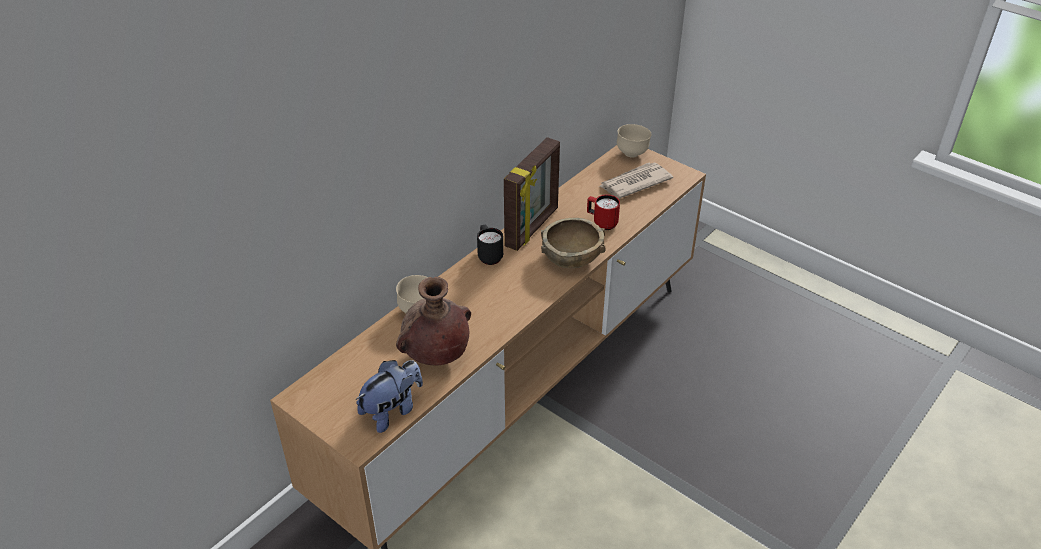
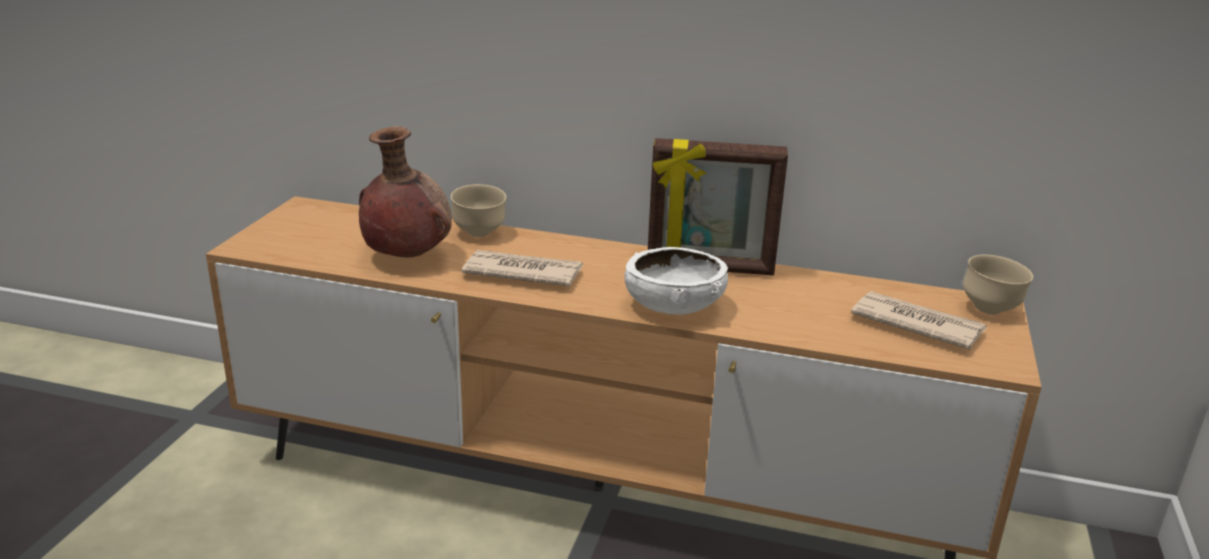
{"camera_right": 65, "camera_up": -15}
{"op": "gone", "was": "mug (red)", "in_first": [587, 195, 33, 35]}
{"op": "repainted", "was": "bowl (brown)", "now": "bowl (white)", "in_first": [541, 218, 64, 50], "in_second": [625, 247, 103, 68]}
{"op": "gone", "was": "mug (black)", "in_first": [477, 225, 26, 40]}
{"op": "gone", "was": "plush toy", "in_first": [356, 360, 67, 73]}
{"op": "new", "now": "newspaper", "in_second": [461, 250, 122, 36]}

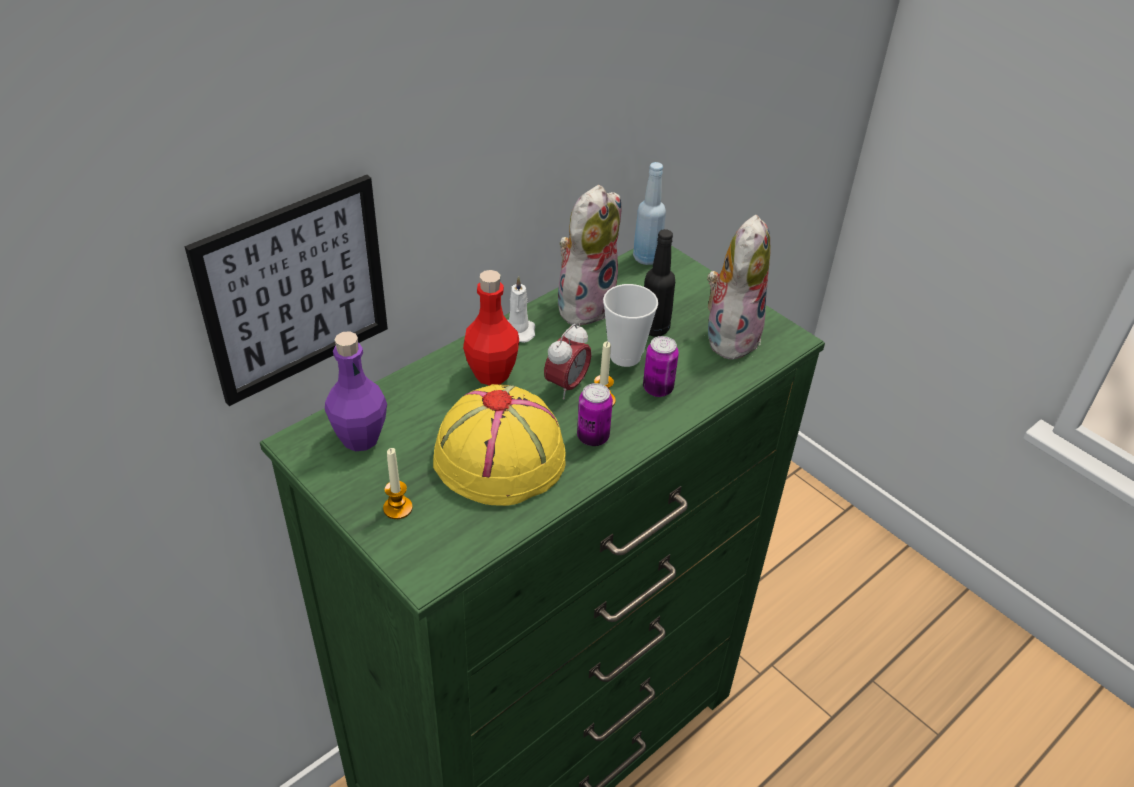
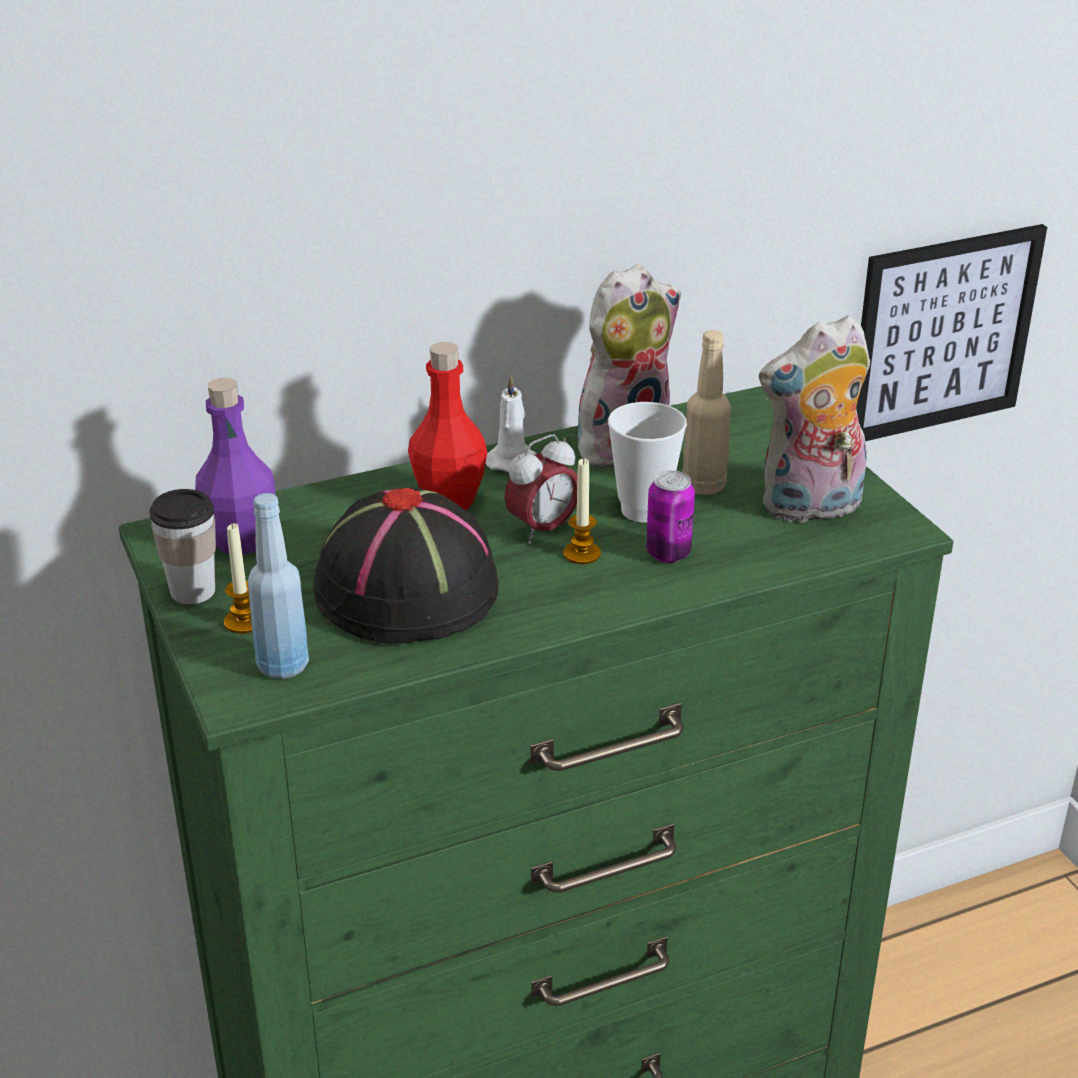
{"camera_right": 20, "camera_up": -10}
{"op": "shifted", "was": "bottle (blue)", "in_first": [633, 162, 33, 103], "in_second": [248, 493, 61, 186]}
{"op": "shifted", "was": "picture", "in_first": [184, 175, 204, 231], "in_second": [856, 224, 191, 217]}
{"op": "rotated", "was": "plush toy", "in_first": [707, 215, 63, 148], "in_second": [759, 315, 111, 209], "clockwise": -150}
{"op": "repainted", "was": "bottle (black)", "now": "bottle (beige)", "in_first": [644, 229, 31, 108], "in_second": [682, 330, 49, 165]}
{"op": "gone", "was": "can", "in_first": [577, 383, 36, 63]}
{"op": "repainted", "was": "hat (yellow)", "now": "hat (black)", "in_first": [433, 384, 133, 122], "in_second": [313, 487, 185, 157]}
{"op": "new", "now": "cup", "in_second": [149, 489, 67, 115]}

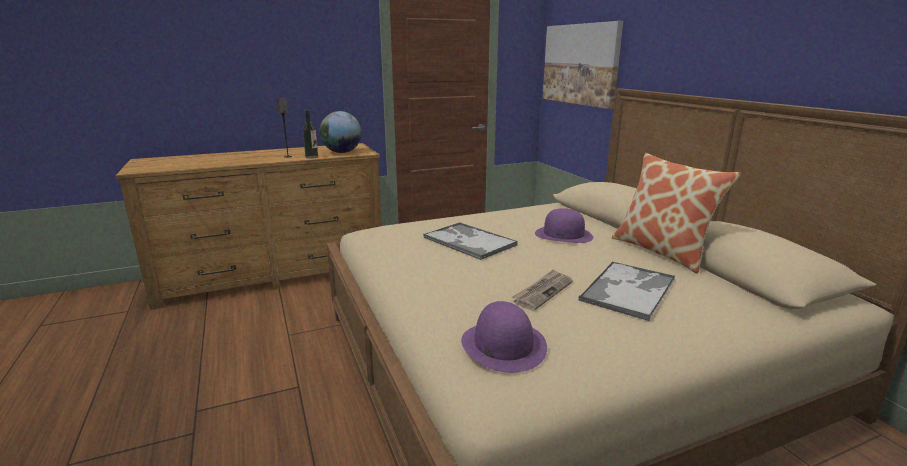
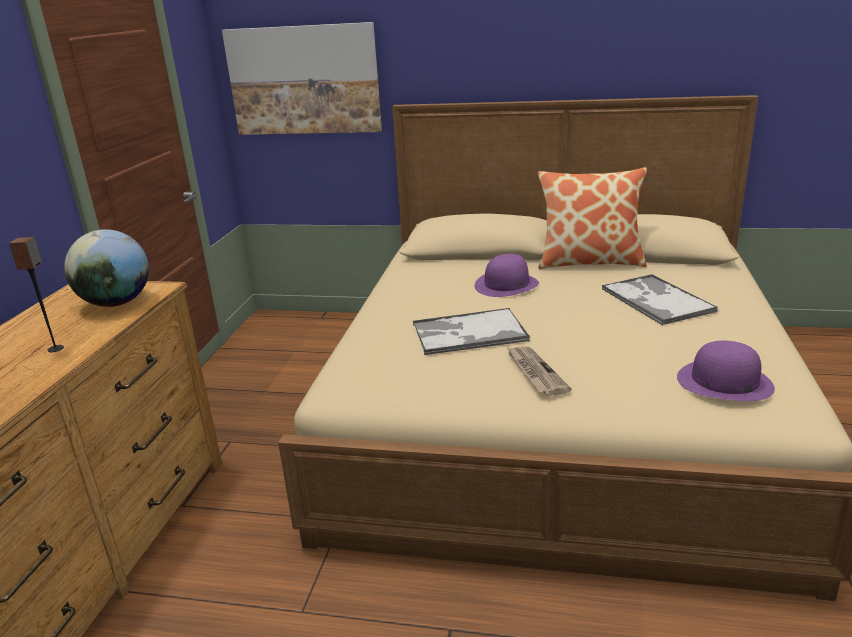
{"camera_right": -55, "camera_up": 5}
{"op": "gone", "was": "bottle", "in_first": [303, 110, 15, 49]}
{"op": "shifted", "was": "newspaper", "in_first": [511, 269, 62, 41], "in_second": [506, 346, 66, 50]}

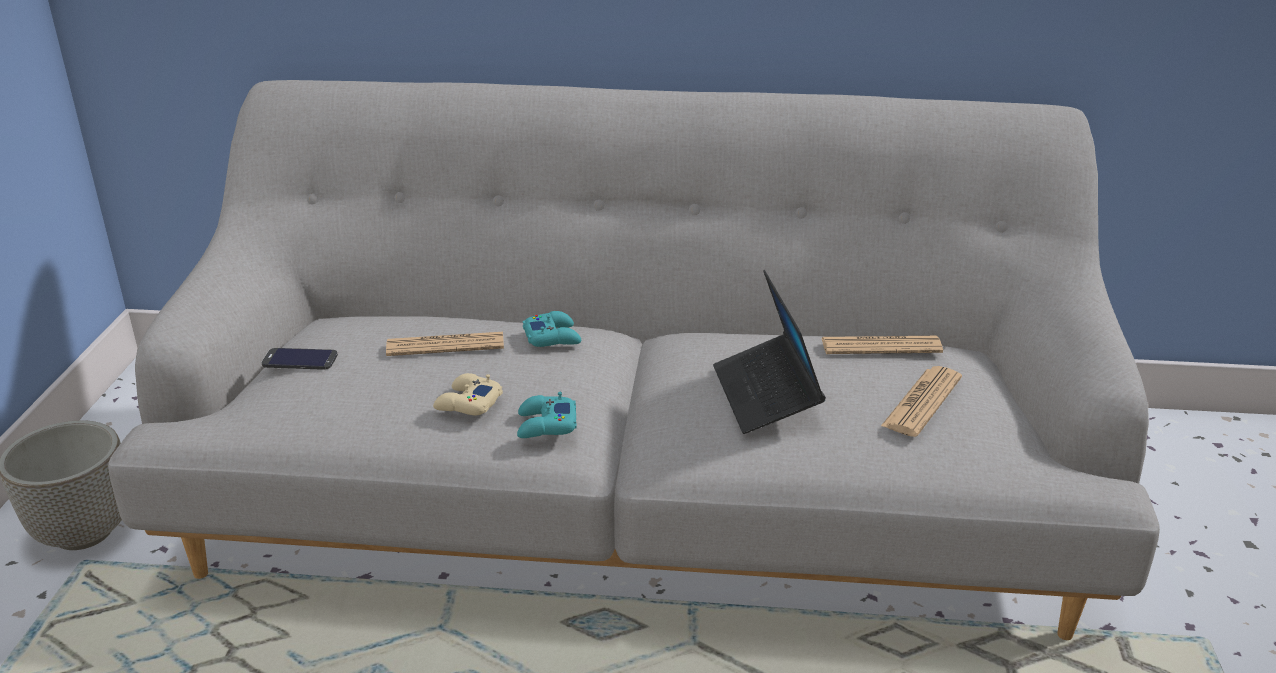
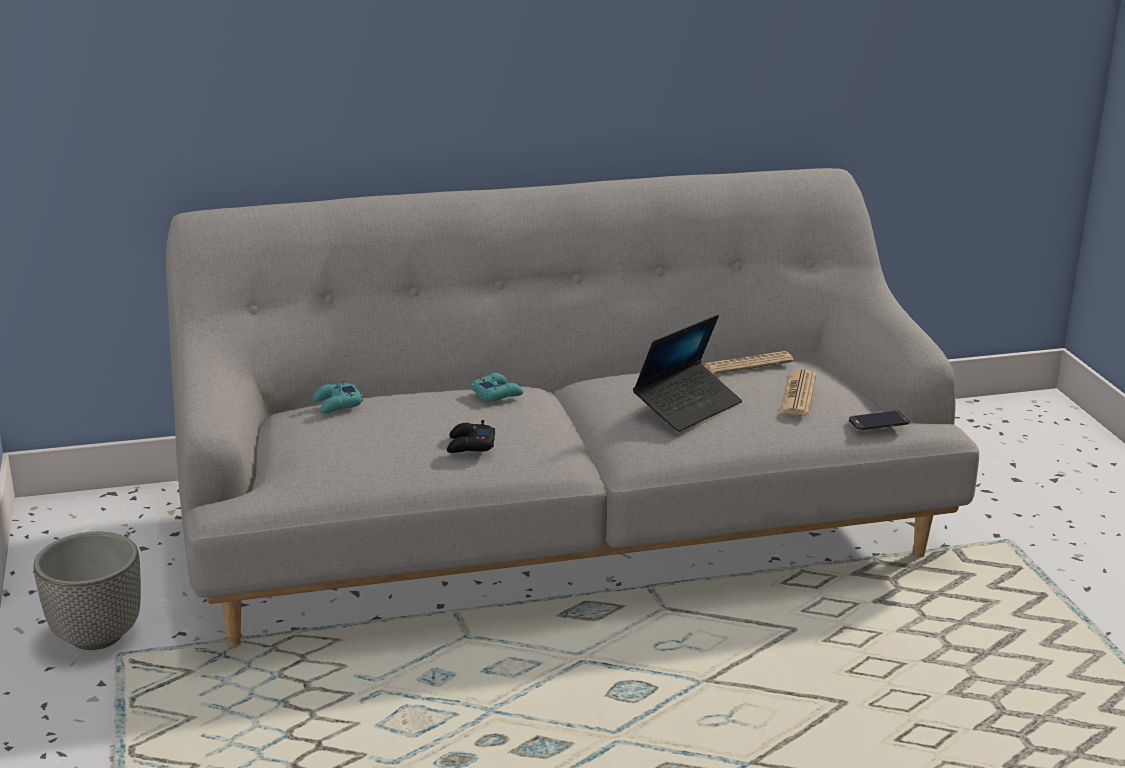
{"camera_right": -20, "camera_up": -5}
{"op": "rotated", "was": "laptop", "in_first": [713, 270, 113, 164], "in_second": [633, 315, 109, 117], "clockwise": -105}
{"op": "gone", "was": "newspaper", "in_first": [386, 332, 118, 24]}
{"op": "shifted", "was": "phone", "in_first": [261, 348, 77, 22], "in_second": [849, 411, 61, 19]}
{"op": "repainted", "was": "game controller (beige)", "now": "game controller (black)", "in_first": [433, 373, 70, 42], "in_second": [447, 420, 48, 33]}
{"op": "shifted", "was": "game controller (turquoise)", "in_first": [517, 392, 60, 46], "in_second": [312, 379, 51, 35]}

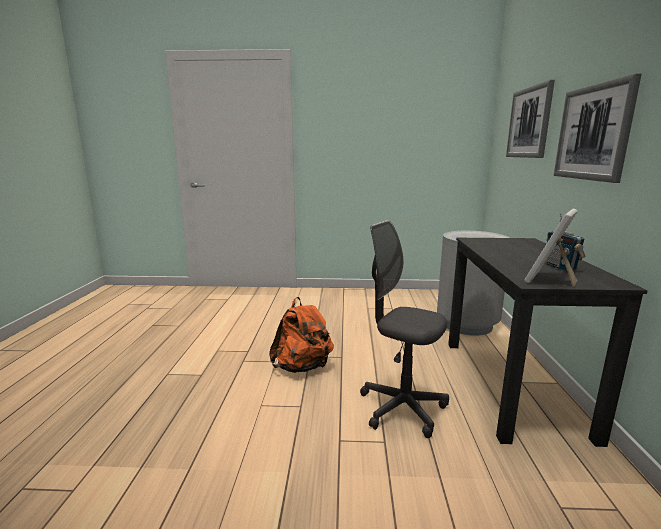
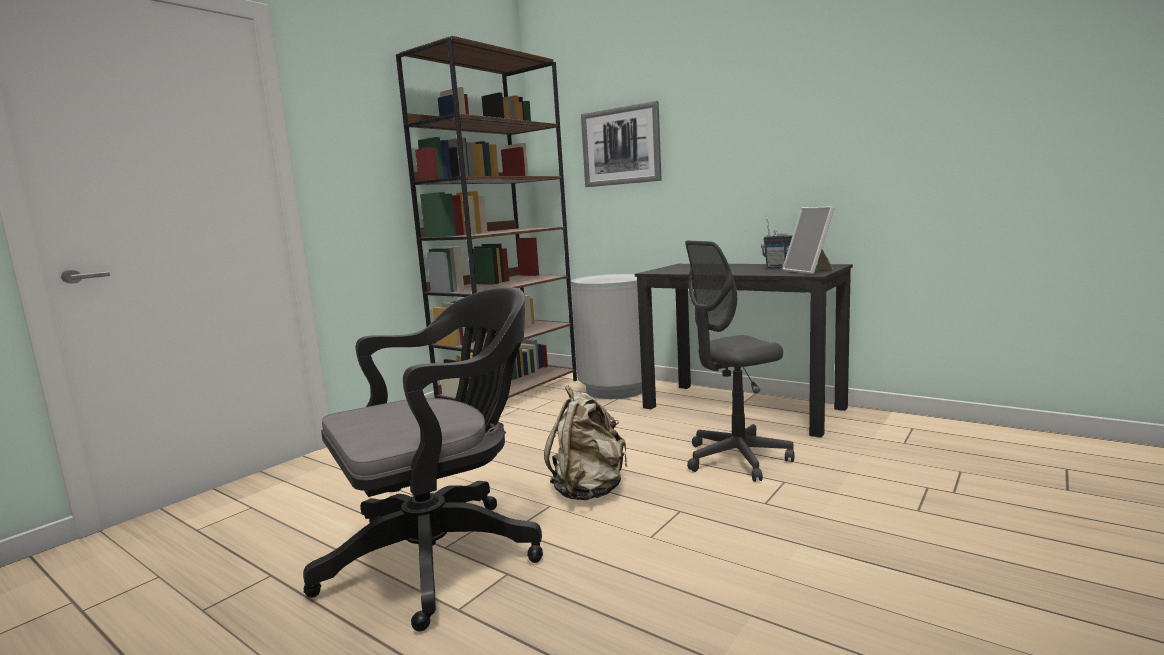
{"camera_right": -55, "camera_up": -5}
{"op": "gone", "was": "picture", "in_first": [554, 74, 88, 109]}
{"op": "repainted", "was": "backpack (orange)", "now": "backpack (beige)", "in_first": [269, 297, 65, 76], "in_second": [544, 385, 83, 115]}
{"op": "new", "now": "bookcase (brown)", "in_second": [396, 36, 181, 364]}
{"op": "new", "now": "office chair (black)", "in_second": [303, 287, 240, 345]}

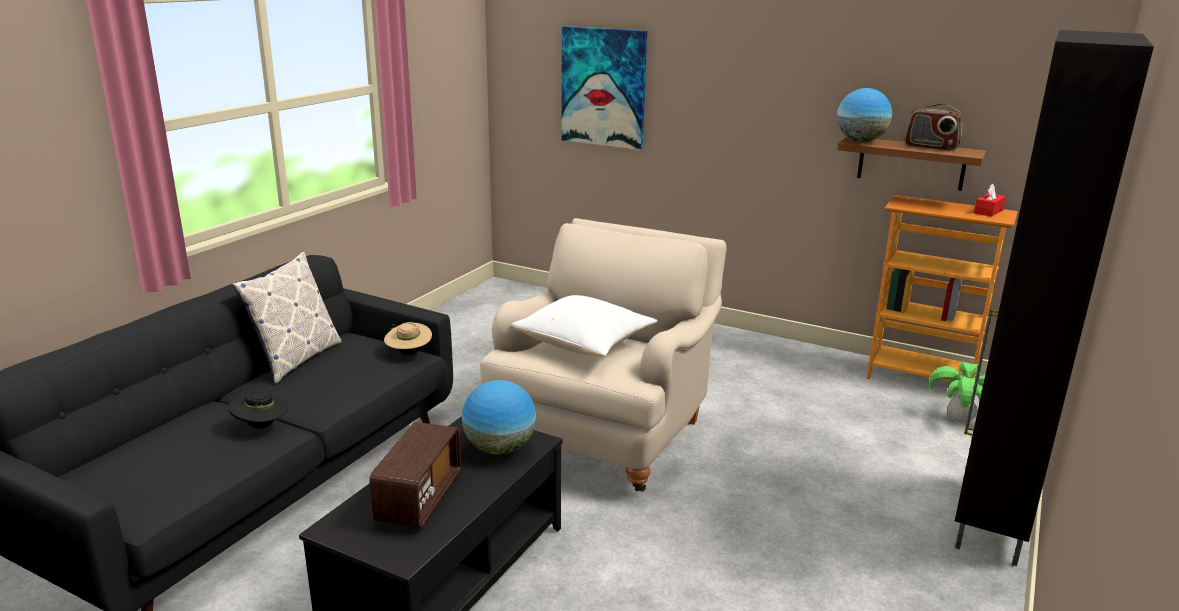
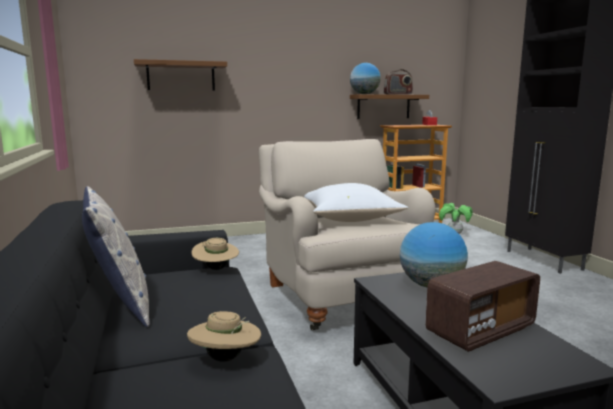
{"camera_right": -45, "camera_up": -10}
{"op": "swapped", "was": "picture", "now": "shelf (brown)", "in_first": [561, 26, 86, 124], "in_second": [134, 59, 93, 31]}
{"op": "repainted", "was": "hat (black)", "now": "hat (beige)", "in_first": [228, 390, 61, 39], "in_second": [187, 311, 74, 51]}
{"op": "rotated", "was": "radio", "in_first": [369, 422, 92, 106], "in_second": [425, 261, 115, 91], "clockwise": 90}

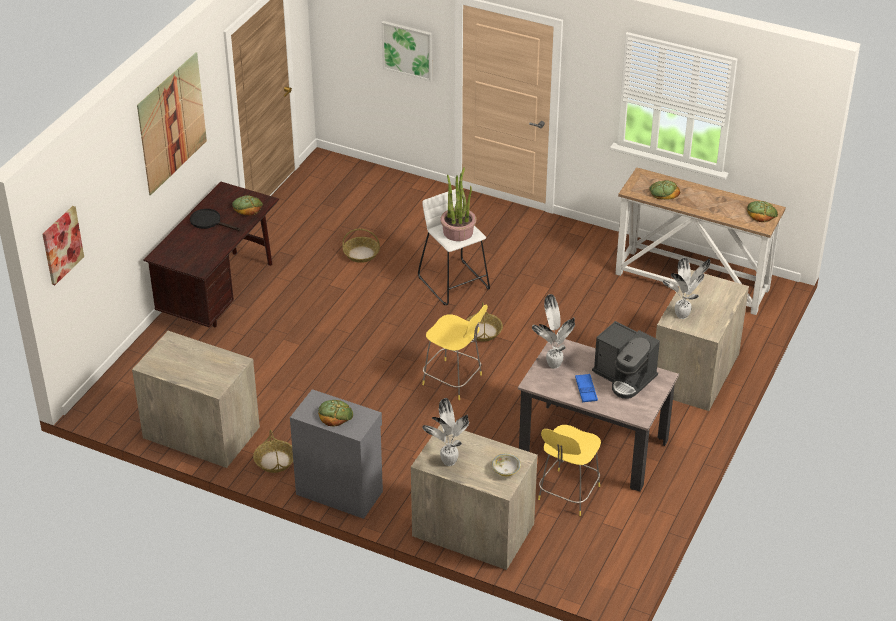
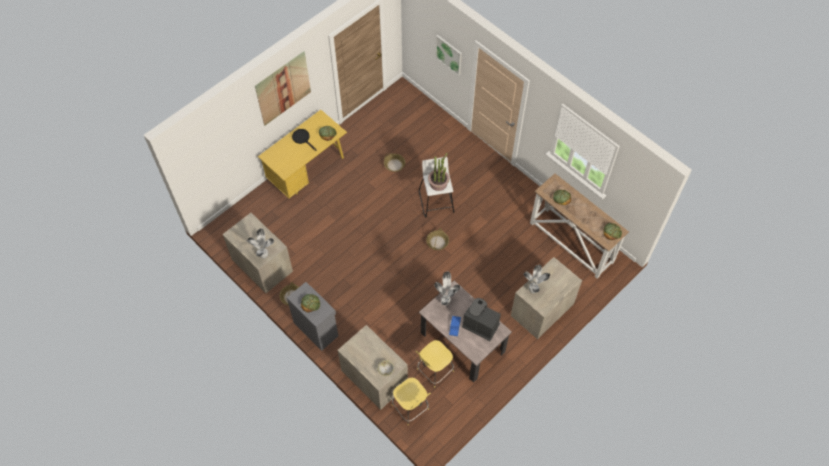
{"camera_right": 20, "camera_up": 20}
{"op": "repainted", "was": "desk (brown)", "now": "desk (yellow)", "in_first": [143, 182, 136, 146], "in_second": [258, 110, 89, 88]}
{"op": "gone", "was": "picture", "in_first": [42, 206, 42, 79]}
{"op": "shifted", "was": "stool (yellow)", "in_first": [422, 305, 66, 95], "in_second": [392, 377, 39, 48]}
{"op": "rotated", "was": "coffee machine", "in_first": [592, 321, 68, 78], "in_second": [462, 298, 39, 43], "clockwise": 150}
{"op": "shifted", "was": "potted plant", "in_first": [422, 398, 47, 68], "in_second": [246, 229, 28, 30]}

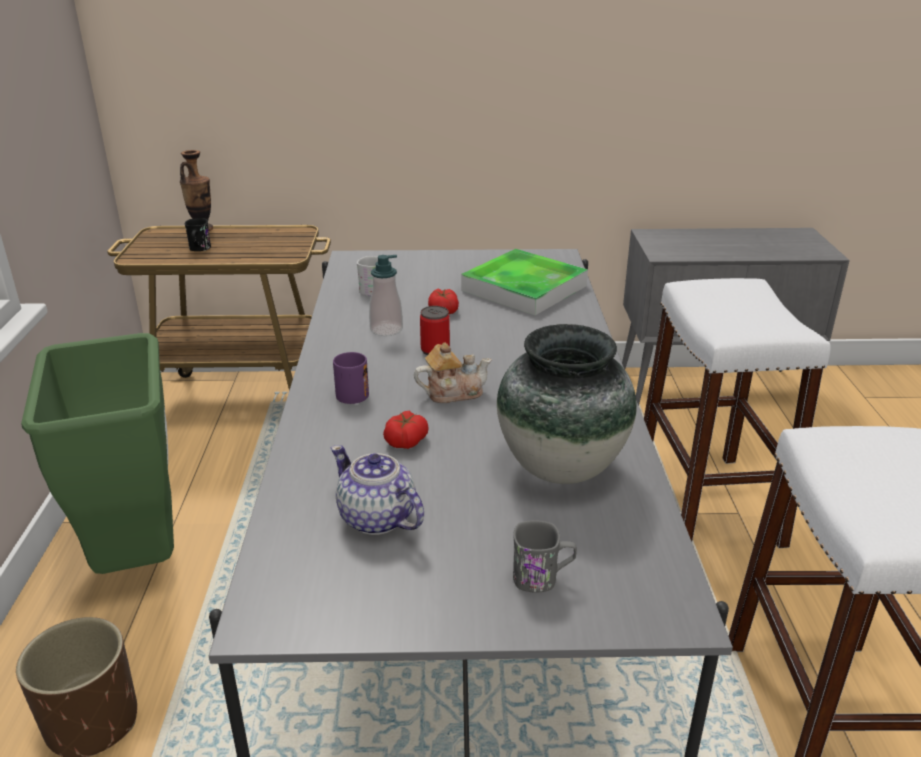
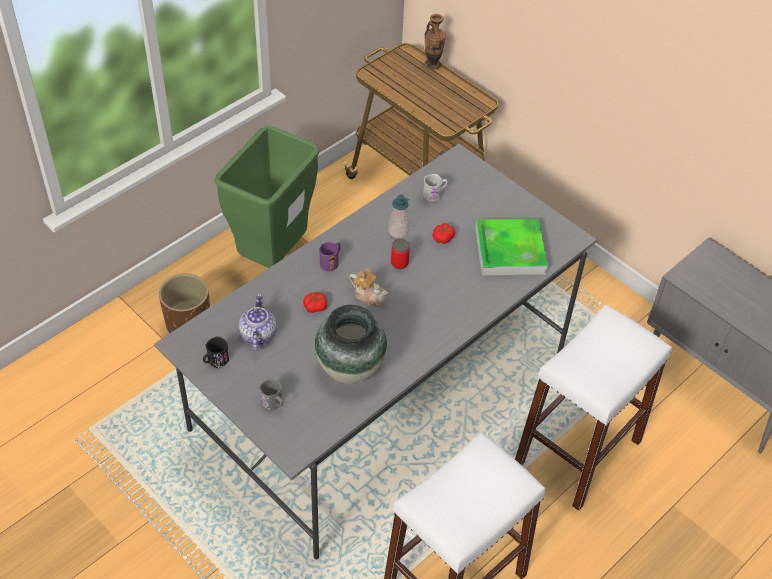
{"camera_right": 45, "camera_up": 20}
{"op": "shifted", "was": "mug (black)", "in_first": [185, 218, 26, 33], "in_second": [203, 336, 26, 32]}

